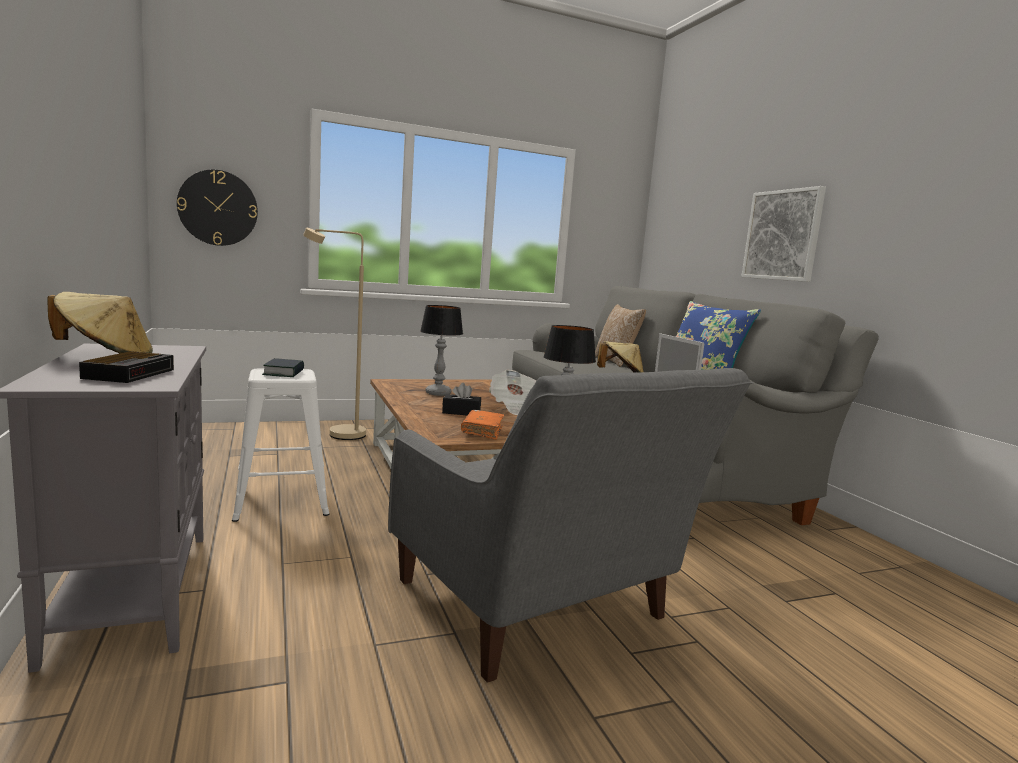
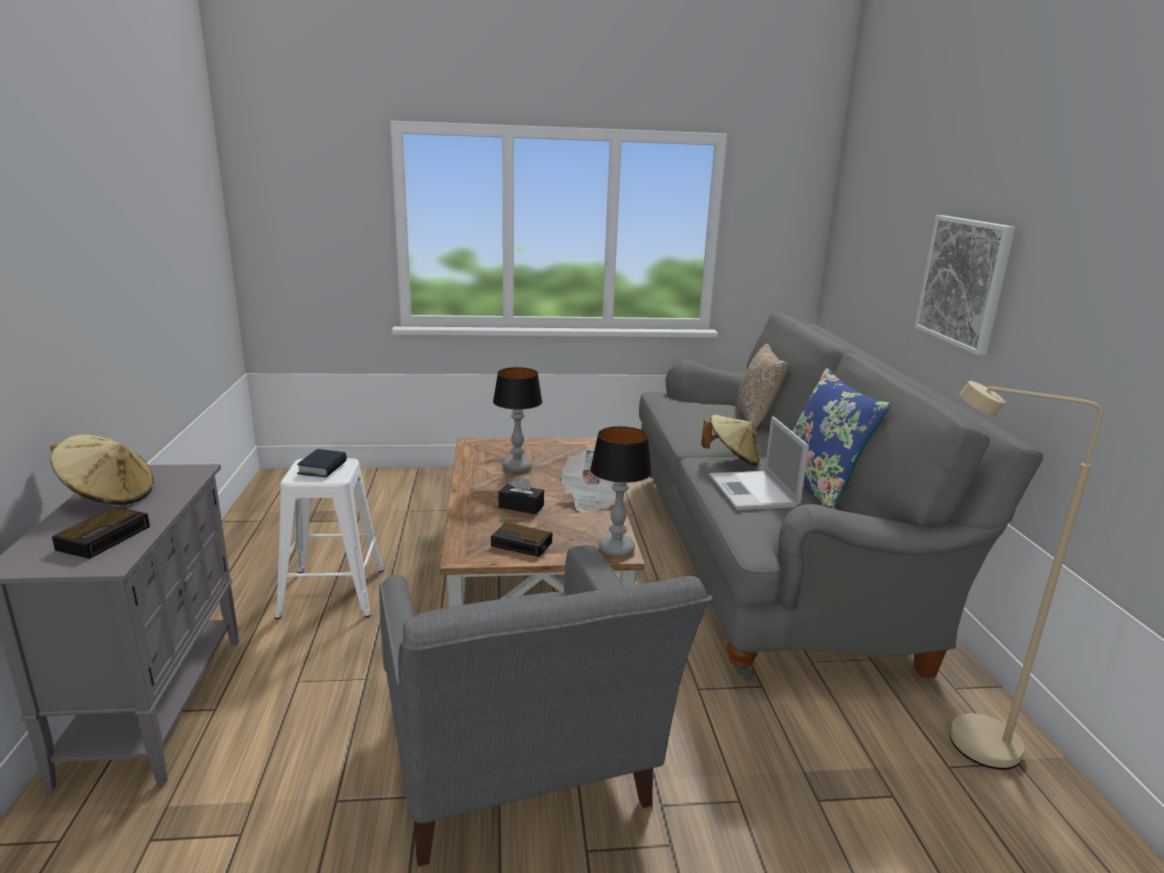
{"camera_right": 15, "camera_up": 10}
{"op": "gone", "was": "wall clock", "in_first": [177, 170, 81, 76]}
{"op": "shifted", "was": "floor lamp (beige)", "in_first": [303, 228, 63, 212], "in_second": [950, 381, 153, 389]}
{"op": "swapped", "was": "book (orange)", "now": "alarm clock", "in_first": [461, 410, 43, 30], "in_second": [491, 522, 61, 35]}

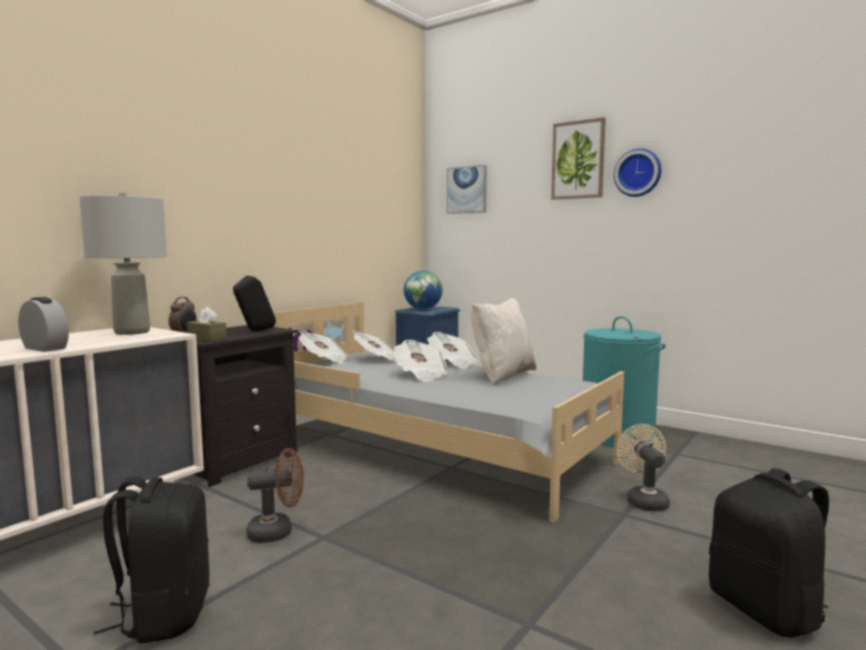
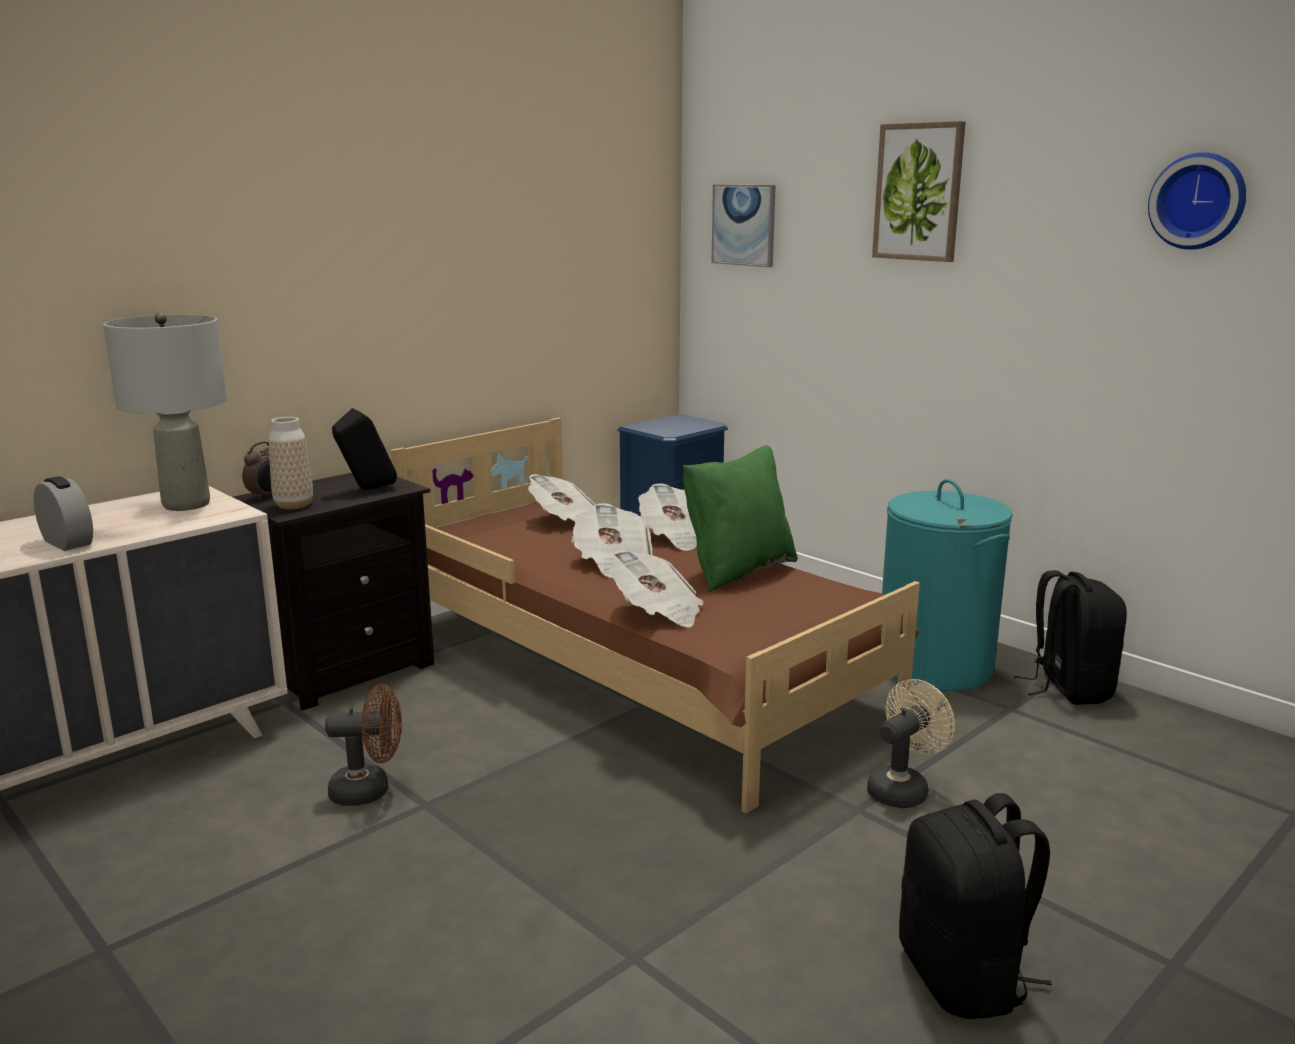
{"camera_right": 10, "camera_up": 10}
{"op": "shifted", "was": "wall clock", "in_first": [614, 148, 48, 49], "in_second": [1148, 152, 98, 98]}
{"op": "gone", "was": "globe", "in_first": [404, 271, 38, 39]}
{"op": "repainted", "was": "pillow (beige)", "now": "pillow (green)", "in_first": [471, 298, 66, 87], "in_second": [683, 446, 115, 145]}
{"op": "repainted", "was": "bed (grey)", "now": "bed (brown)", "in_first": [273, 302, 351, 221], "in_second": [390, 418, 530, 396]}
{"op": "swapped", "was": "tissue box (brown)", "now": "vase", "in_first": [187, 307, 40, 34], "in_second": [269, 417, 44, 93]}
{"op": "shifted", "was": "newspaper", "in_first": [298, 331, 50, 33], "in_second": [609, 550, 94, 77]}
{"op": "rotated", "was": "fan (beige)", "in_first": [617, 424, 53, 87], "in_second": [867, 679, 88, 129], "clockwise": 45}
{"op": "shifted", "was": "backpack (black)", "in_first": [94, 477, 115, 166], "in_second": [1014, 570, 113, 135]}

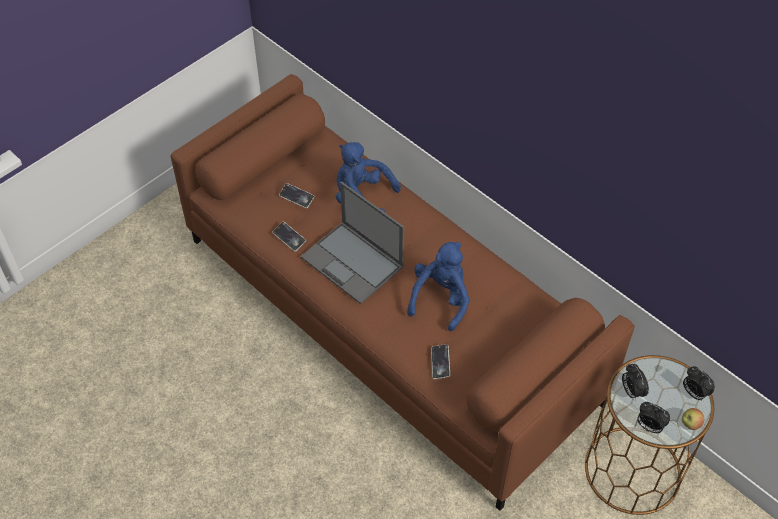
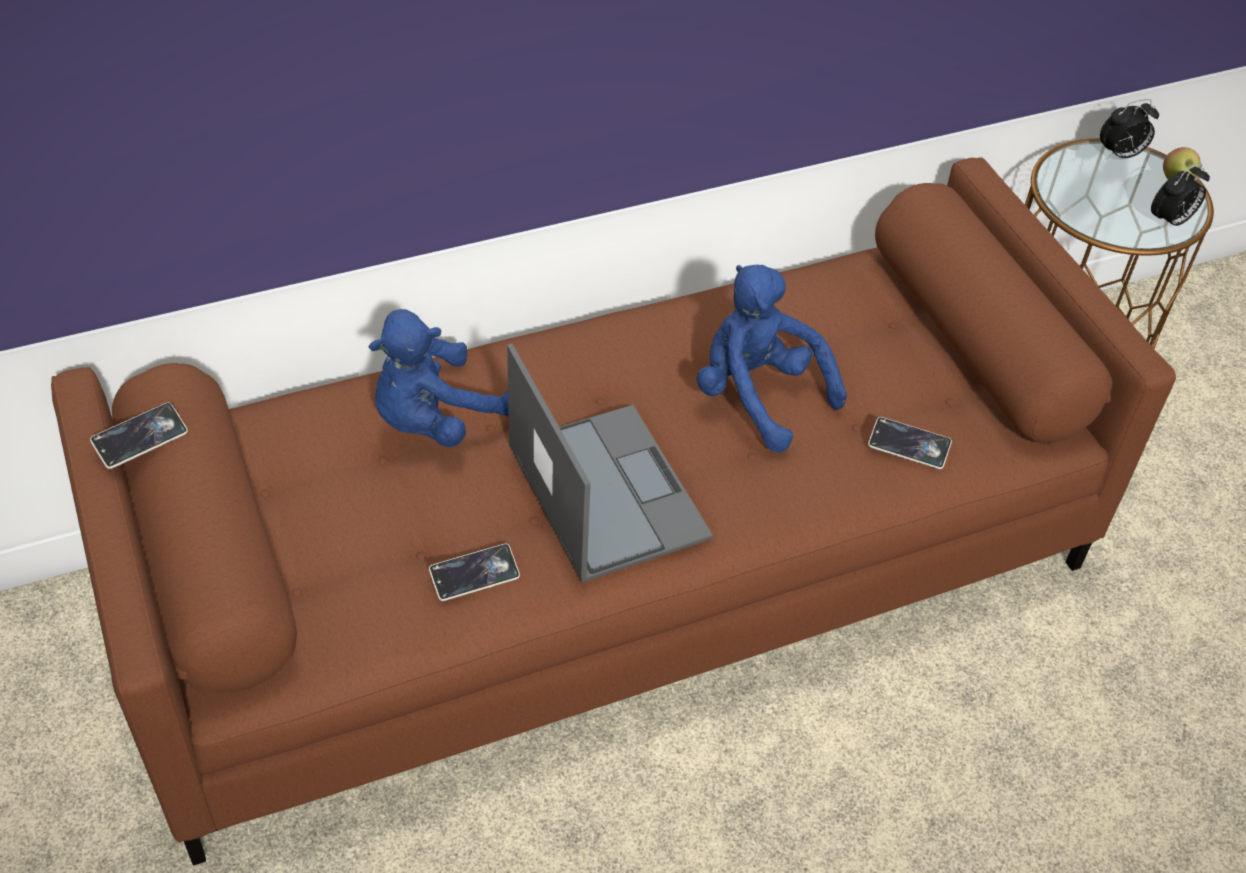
{"camera_right": -70, "camera_up": -5}
{"op": "rotated", "was": "laptop", "in_first": [301, 182, 103, 122], "in_second": [507, 344, 206, 239], "clockwise": -90}
{"op": "shifted", "was": "phone", "in_first": [279, 183, 36, 25], "in_second": [90, 403, 98, 66]}
{"op": "gone", "was": "alarm clock", "in_first": [622, 364, 27, 37]}

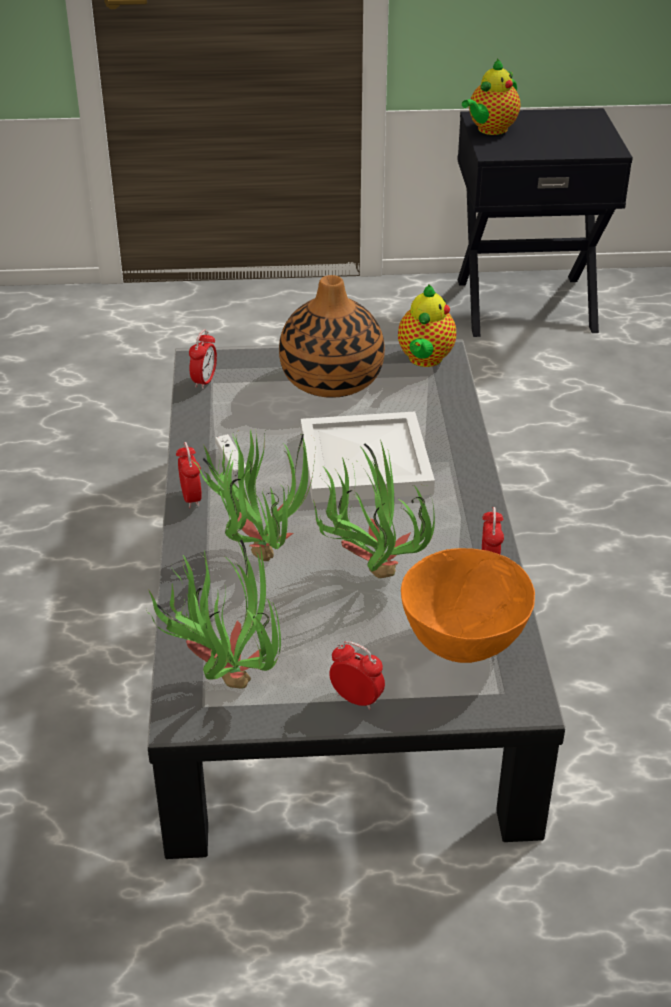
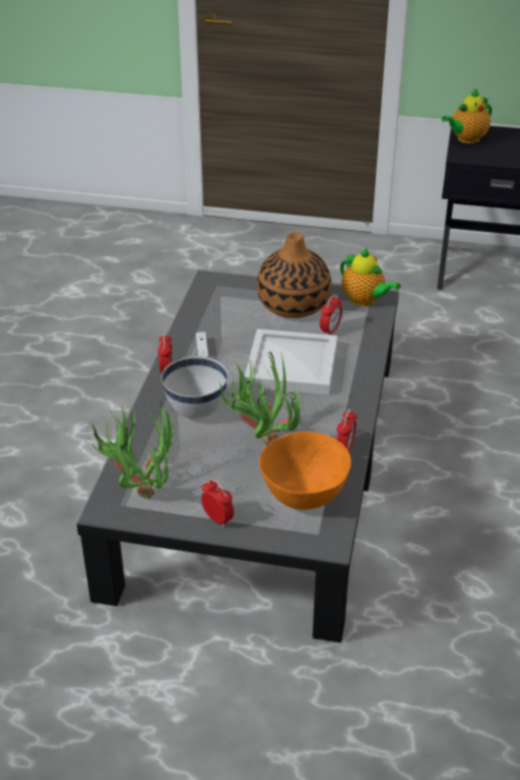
{"camera_right": 15, "camera_up": 0}
{"op": "rotated", "was": "teapot", "in_first": [398, 285, 58, 82], "in_second": [340, 248, 61, 58], "clockwise": -75}
{"op": "shifted", "was": "alarm clock", "in_first": [189, 329, 28, 60], "in_second": [320, 294, 22, 41]}
{"op": "swapped", "was": "potted plant", "now": "bowl (white)", "in_first": [193, 429, 122, 132], "in_second": [161, 356, 67, 63]}

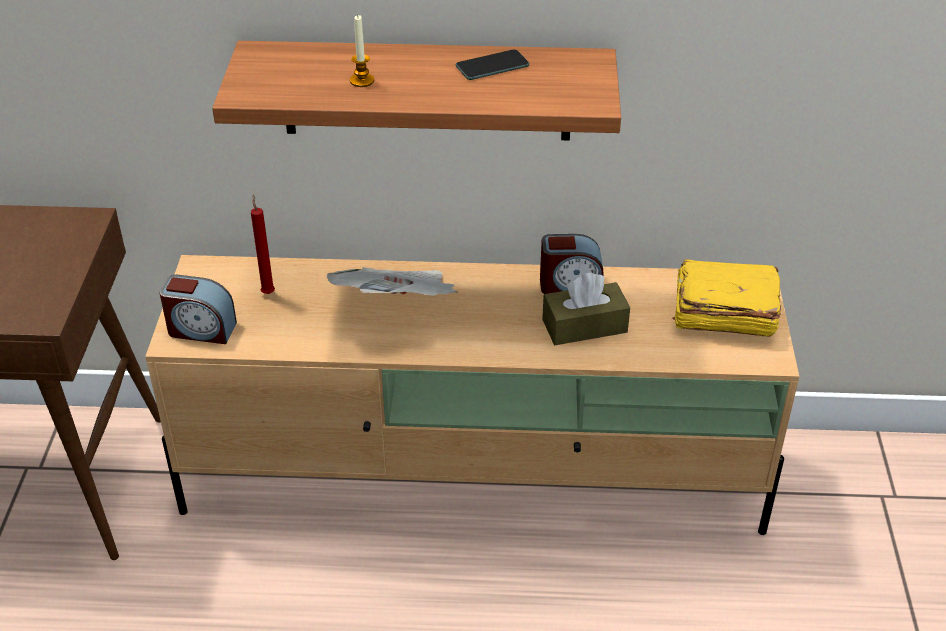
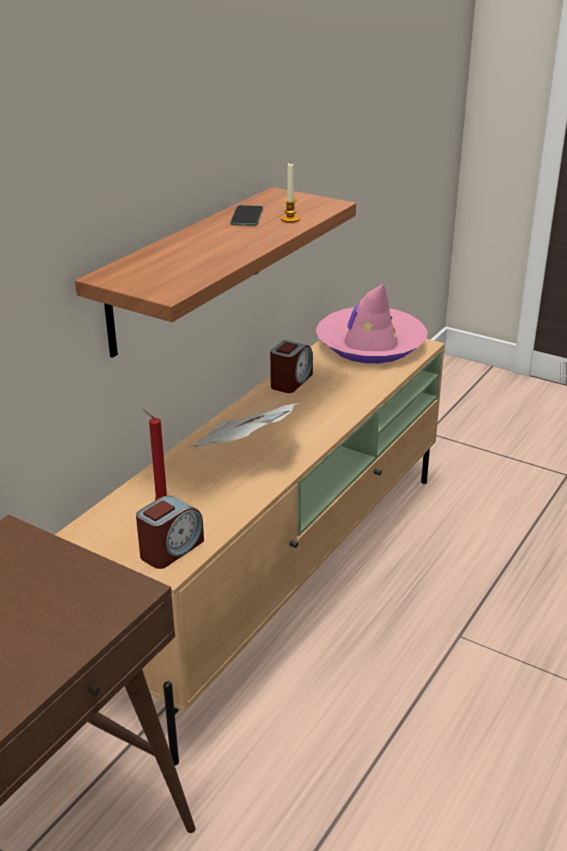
{"camera_right": -60, "camera_up": -10}
{"op": "shifted", "was": "candle", "in_first": [350, 15, 24, 72], "in_second": [281, 162, 19, 61]}
{"op": "swapped", "was": "book (yellow)", "now": "hat (pink)", "in_first": [673, 259, 108, 77], "in_second": [316, 284, 112, 79]}
{"op": "gone", "was": "tissue box (brown)", "in_first": [542, 272, 88, 73]}

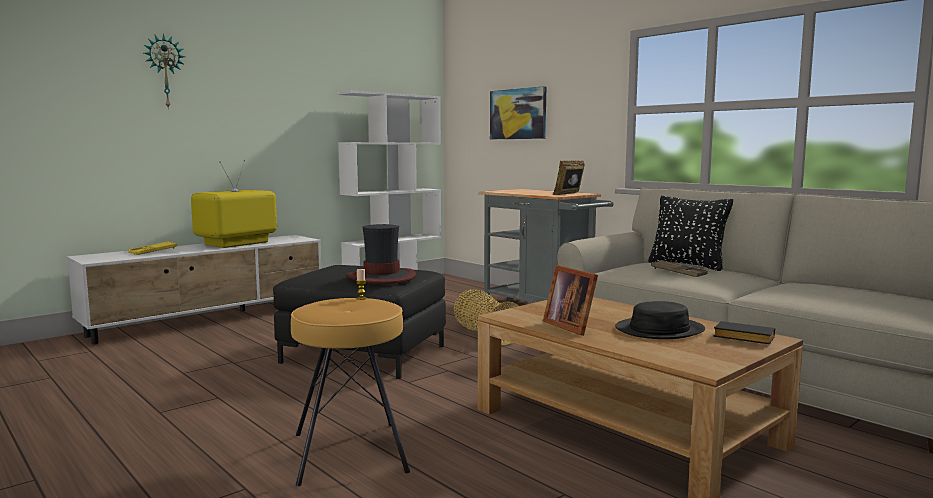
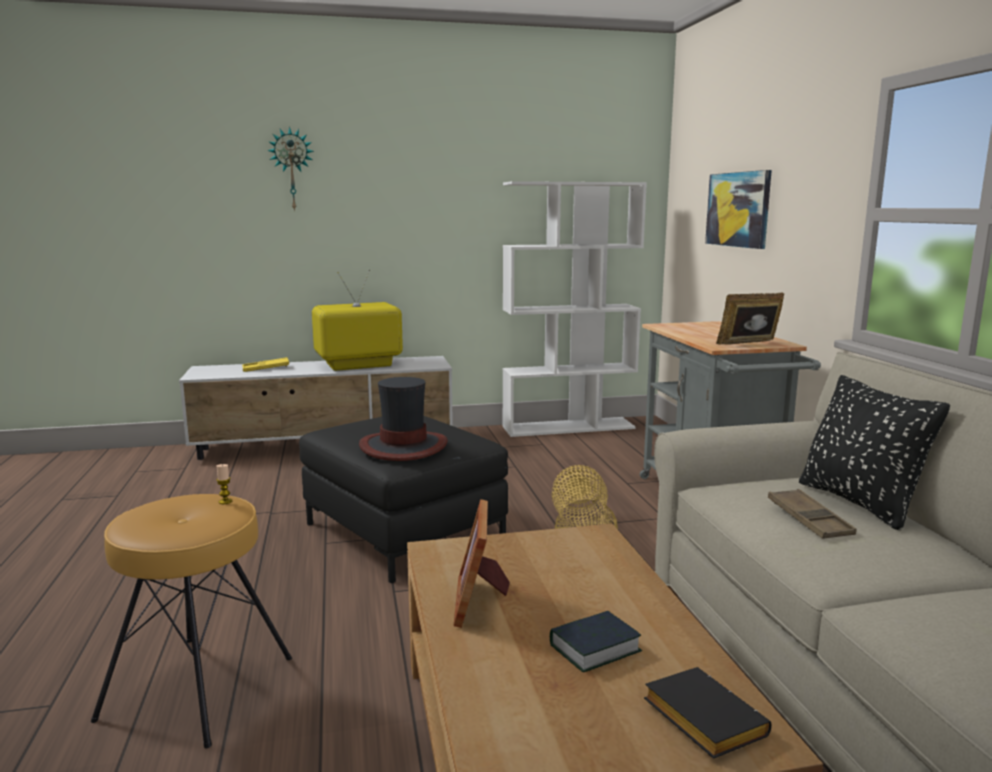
{"camera_right": 30, "camera_up": 5}
{"op": "swapped", "was": "hat (black)", "now": "book", "in_first": [615, 301, 90, 38], "in_second": [550, 611, 92, 61]}

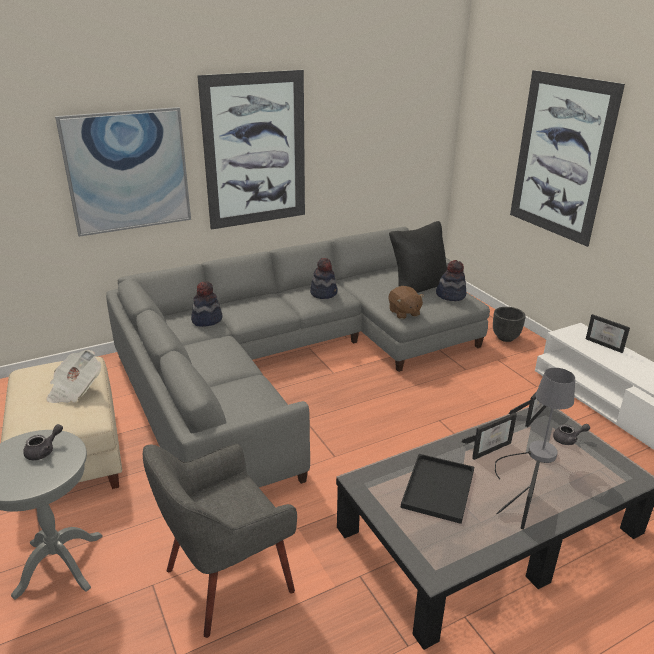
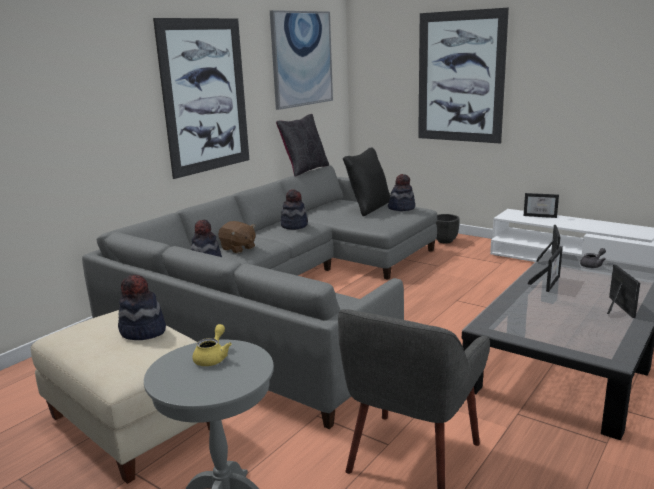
{"camera_right": -25, "camera_up": -10}
{"op": "shifted", "was": "picture", "in_first": [55, 107, 136, 130], "in_second": [270, 10, 63, 100]}
{"op": "shifted", "was": "plush toy (brown)", "in_first": [388, 286, 36, 33], "in_second": [218, 221, 38, 32]}
{"op": "swapped", "was": "newspaper", "now": "hat", "in_first": [46, 350, 55, 53], "in_second": [118, 274, 48, 66]}
{"op": "gone", "was": "table lamp (grey)", "in_first": [495, 368, 80, 111]}
{"op": "repainted", "was": "teapot (grey)", "now": "teapot (yellow)", "in_first": [23, 424, 40, 36], "in_second": [193, 324, 39, 42]}
{"op": "gone", "was": "tray (black)", "in_first": [401, 454, 73, 70]}
{"op": "new", "now": "pillow (black)", "in_second": [276, 114, 53, 63]}

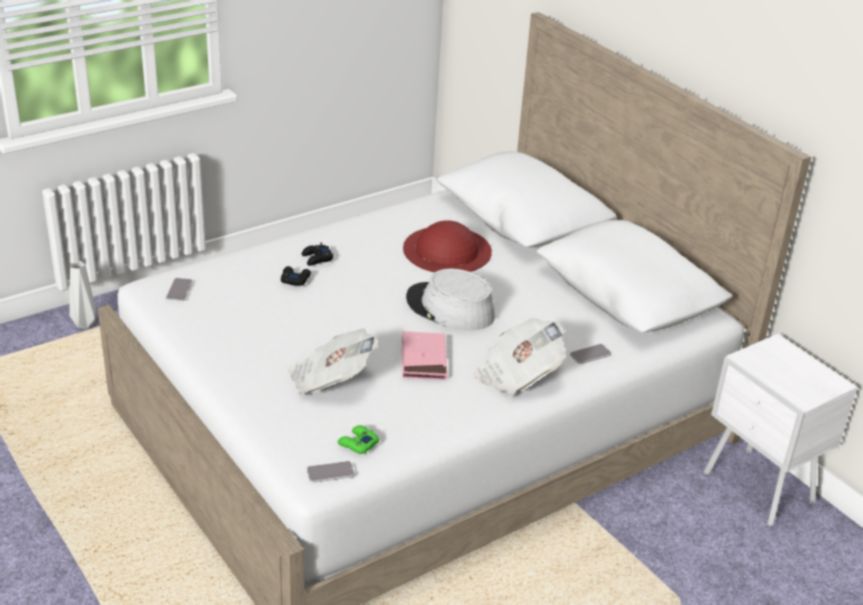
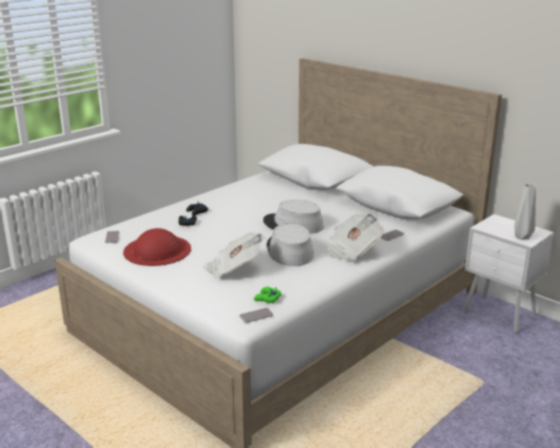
{"camera_right": -10, "camera_up": -10}
{"op": "shifted", "was": "hat (red)", "in_first": [403, 220, 89, 52], "in_second": [123, 228, 68, 38]}
{"op": "shifted", "was": "vase (grey)", "in_first": [69, 261, 27, 68], "in_second": [514, 184, 22, 56]}
{"op": "swapped", "was": "book (pink)", "now": "hat (grey)", "in_first": [402, 331, 45, 49], "in_second": [266, 223, 48, 43]}

